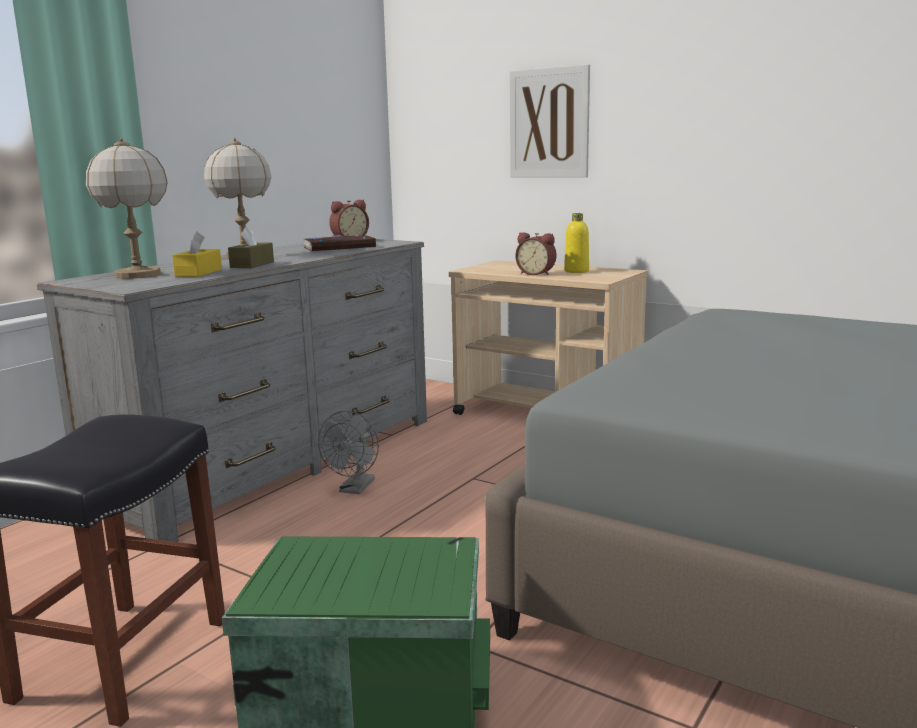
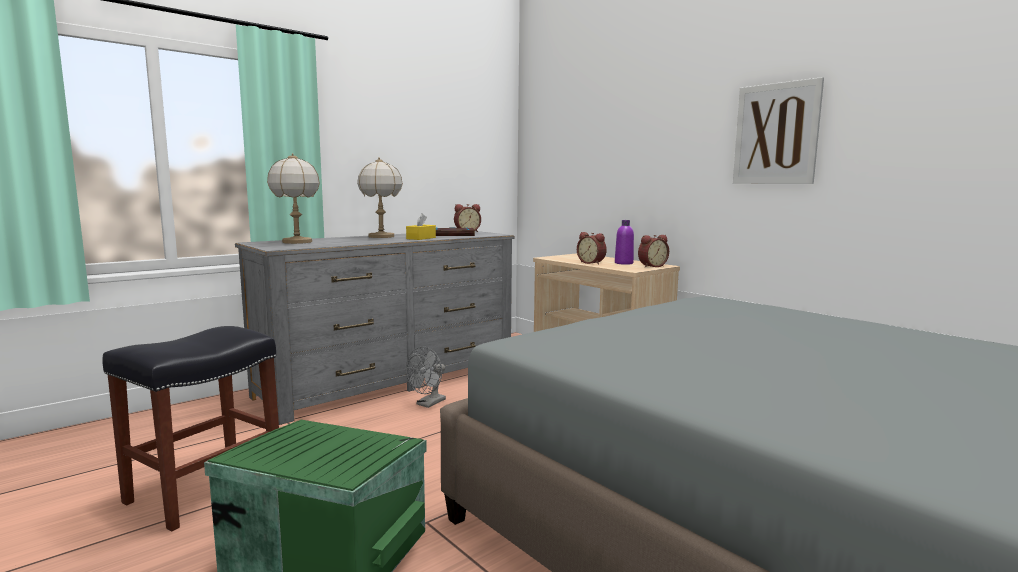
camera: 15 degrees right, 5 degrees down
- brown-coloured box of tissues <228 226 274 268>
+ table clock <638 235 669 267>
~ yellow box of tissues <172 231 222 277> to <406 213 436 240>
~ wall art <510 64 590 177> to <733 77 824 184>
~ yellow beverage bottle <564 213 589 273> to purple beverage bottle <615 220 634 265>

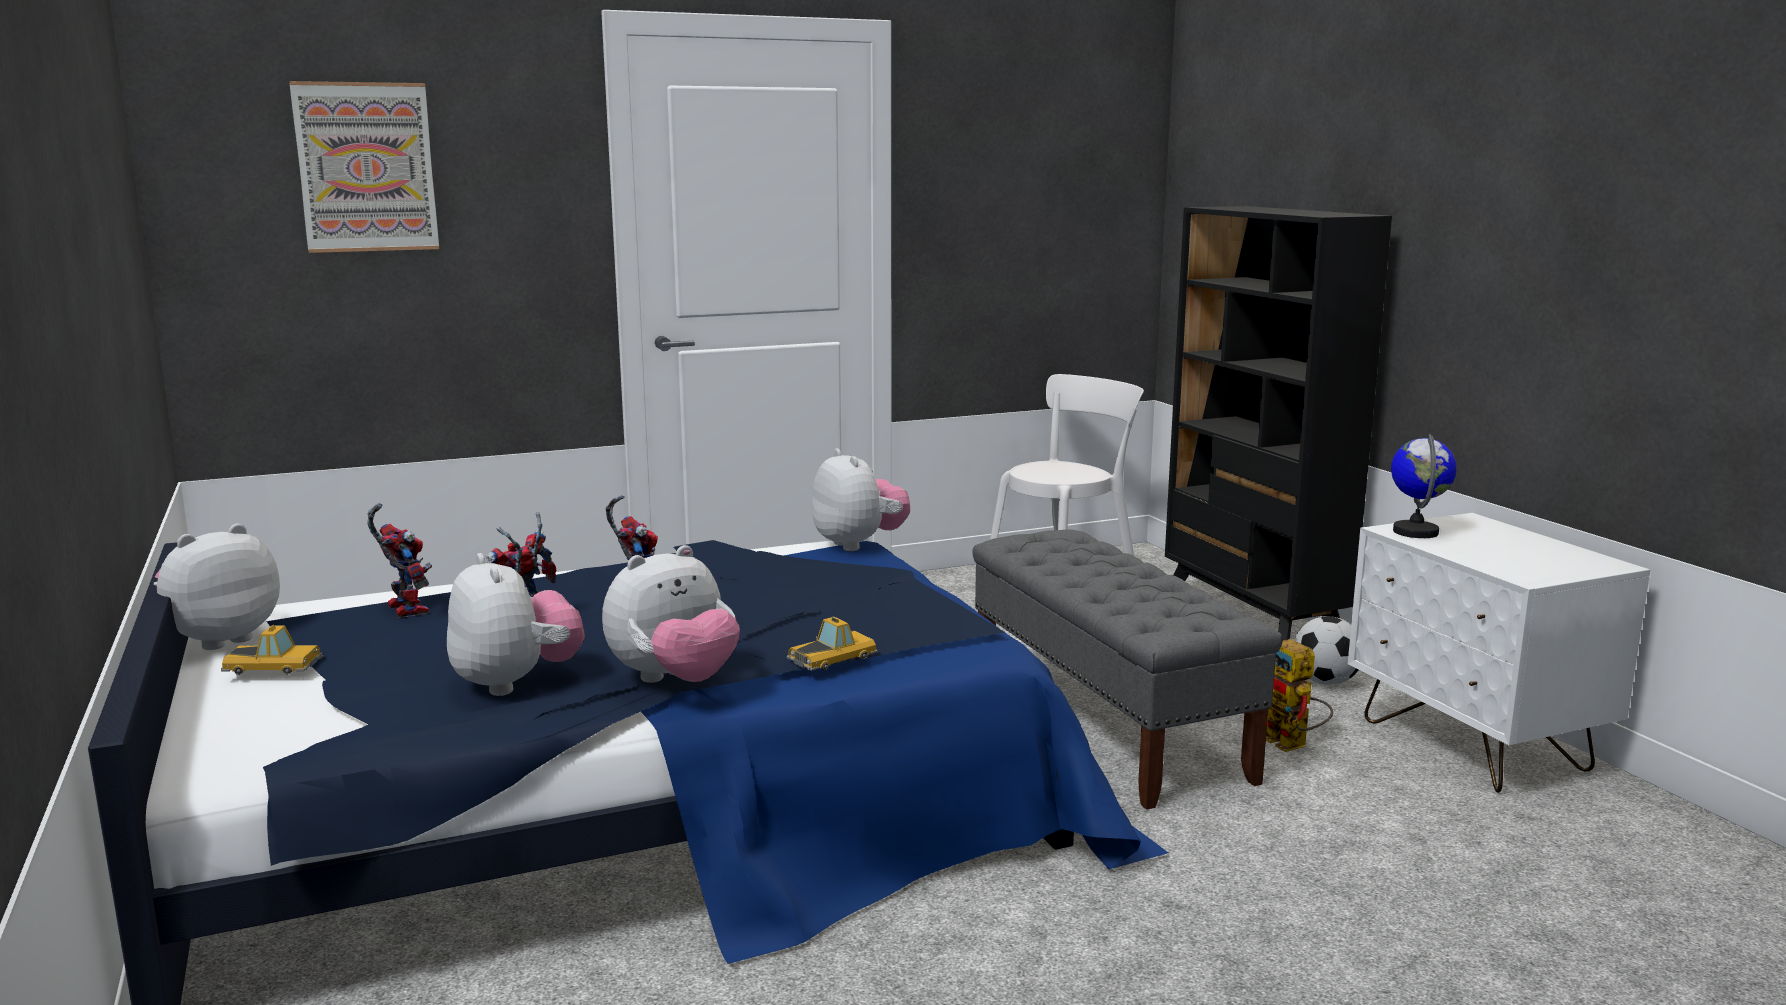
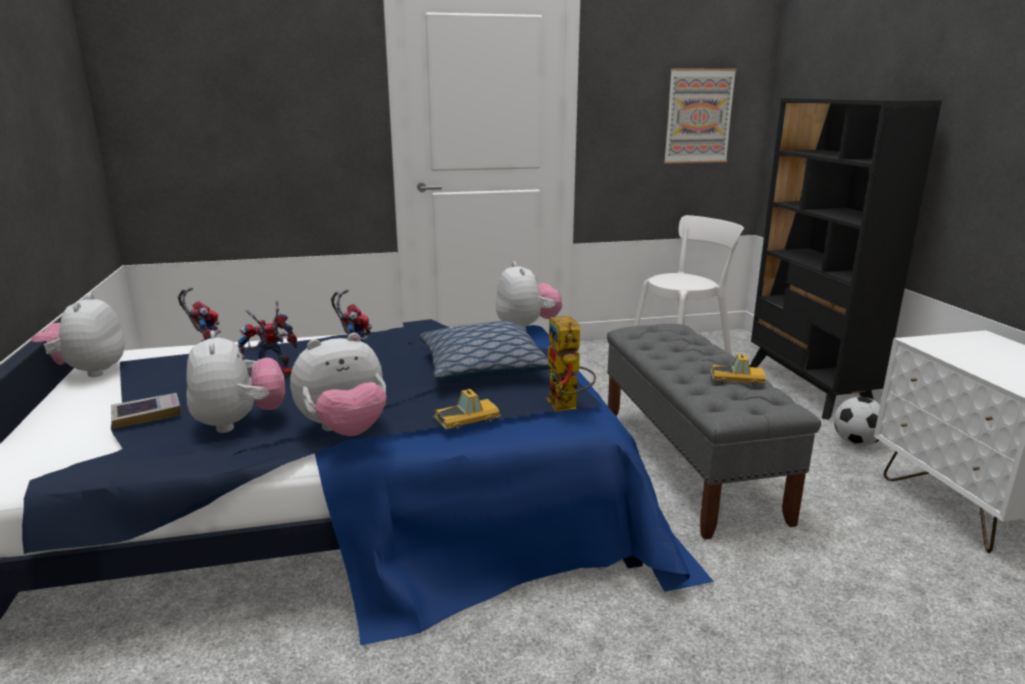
camera: 10 degrees right, 5 degrees up
- world globe <1391 434 1457 538>
+ book <111 393 181 429>
+ pillow <420 321 551 380>
~ model car <221 625 323 675> to <710 354 767 385>
~ wall art <290 81 439 253> to <664 68 737 164>
~ robot figure <1266 639 1333 752> to <546 316 596 412>
~ soft toy <154 524 280 650> = <31 293 125 377> 60 degrees counterclockwise

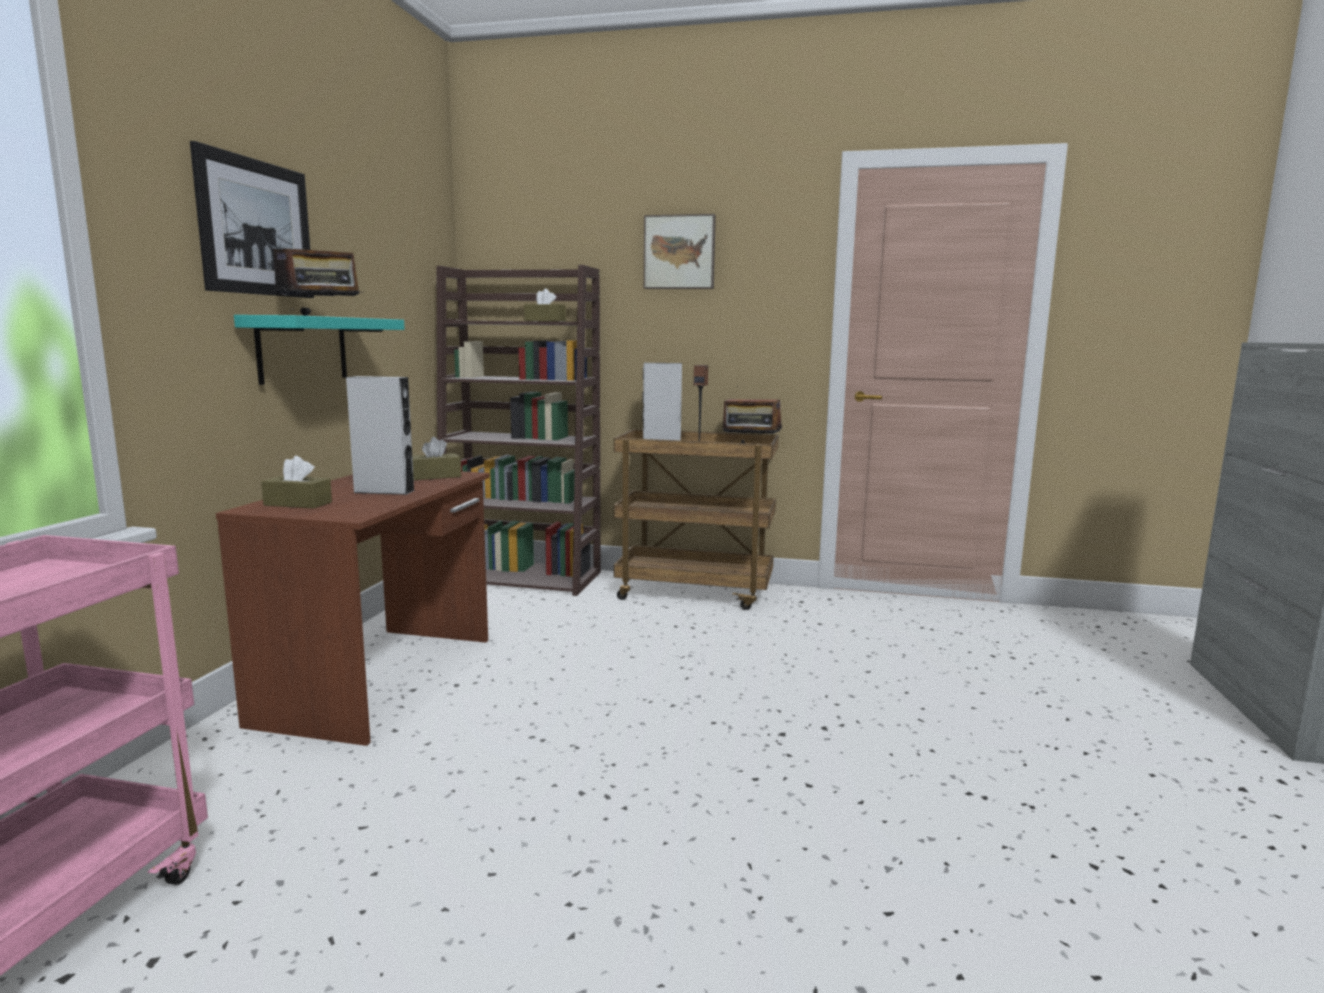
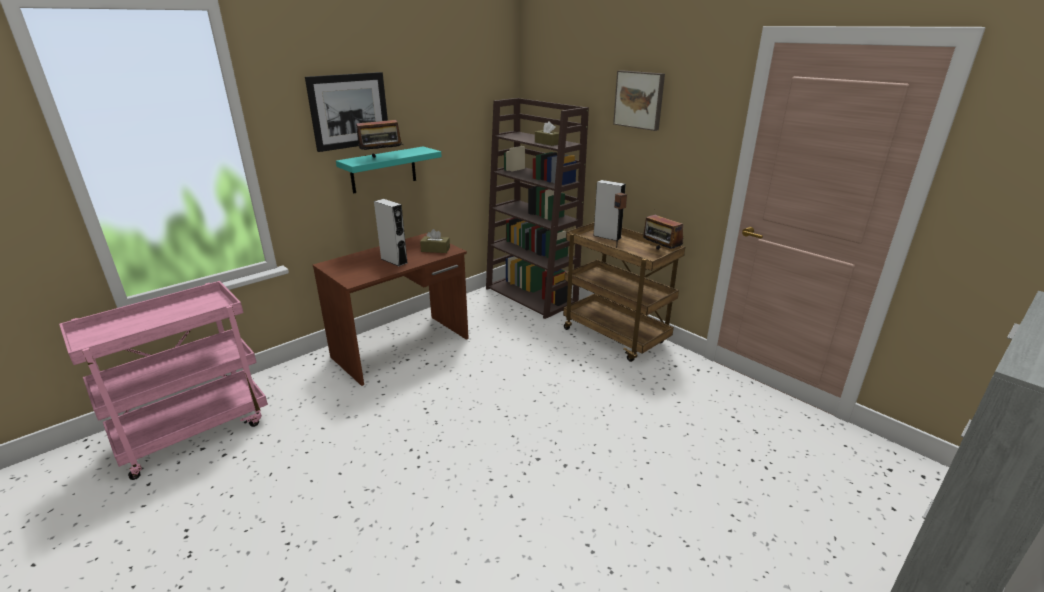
camera: 35 degrees right, 15 degrees up
- brown-coloured box of tissues <261 456 332 508>

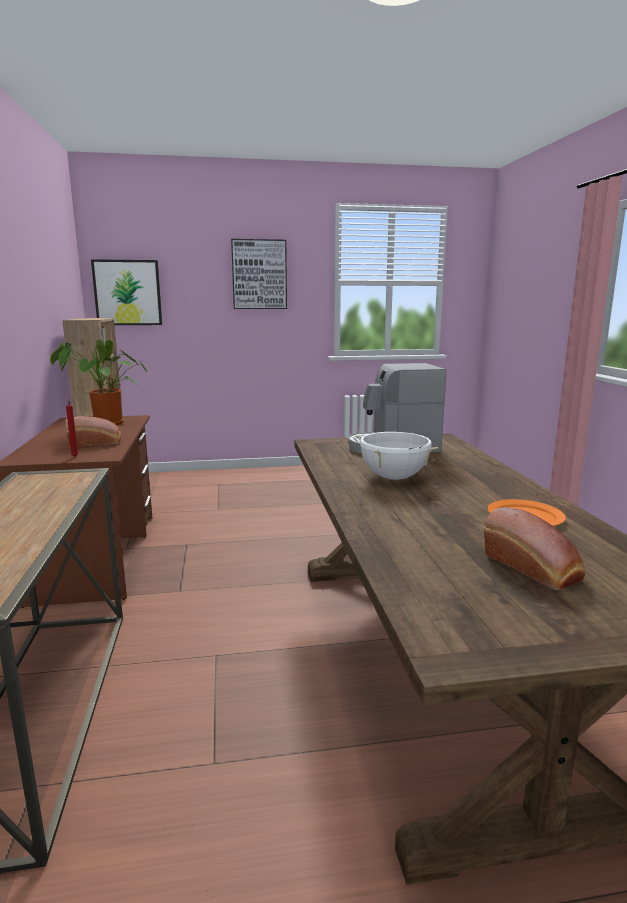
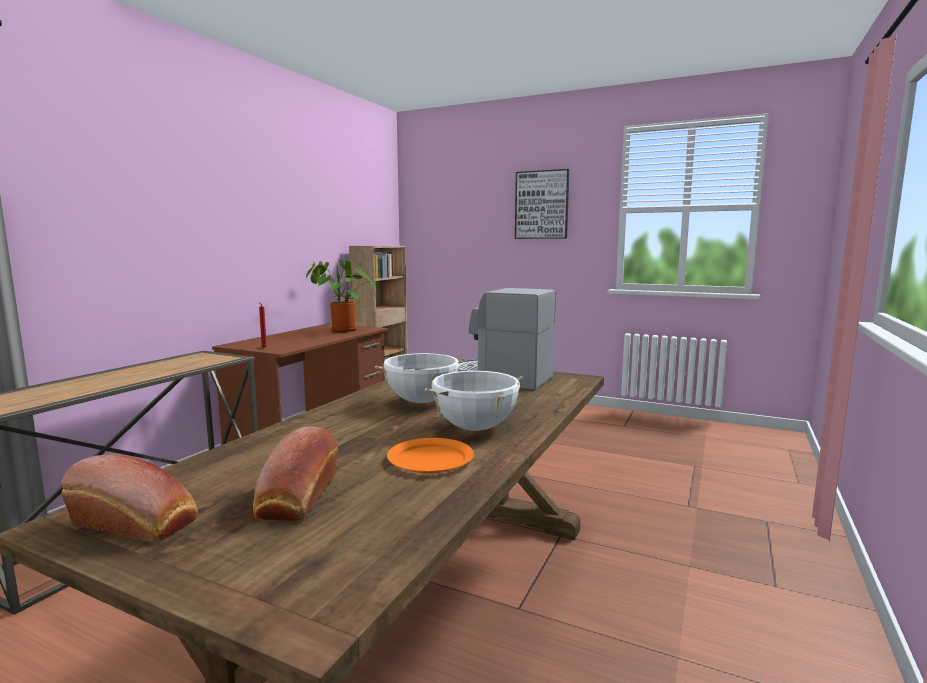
camera: 35 degrees right, 5 degrees down
- wall art <91 259 162 325>
+ whitish cooking pot <425 371 523 431>
~ baked bread <65 416 121 447> to <61 454 198 543>

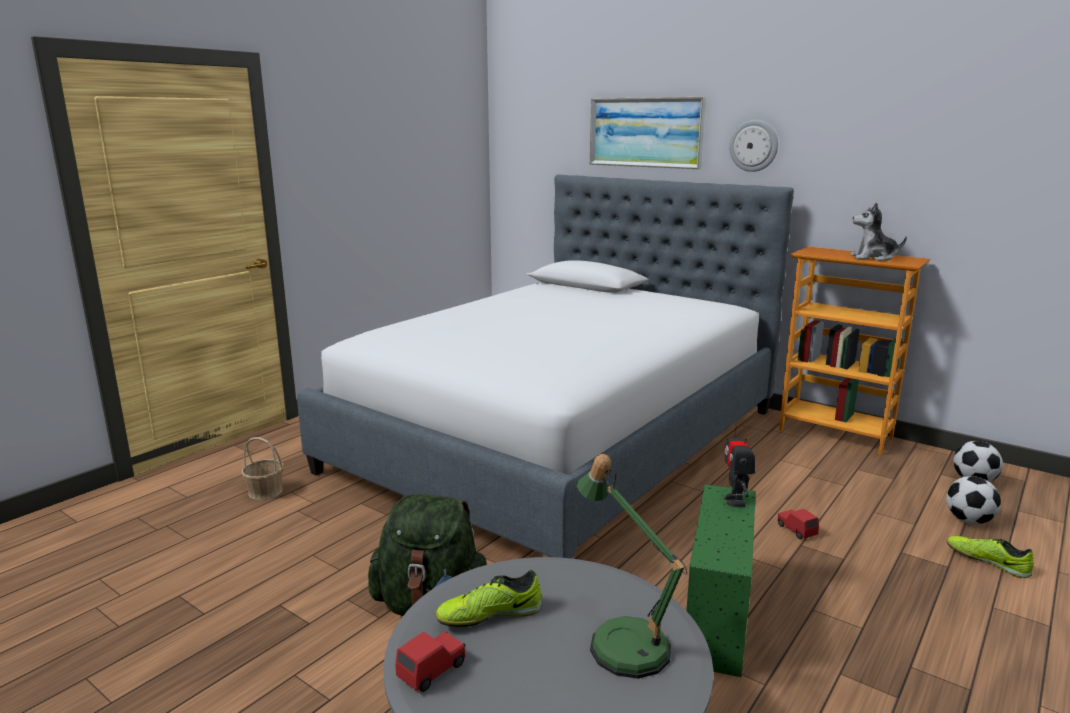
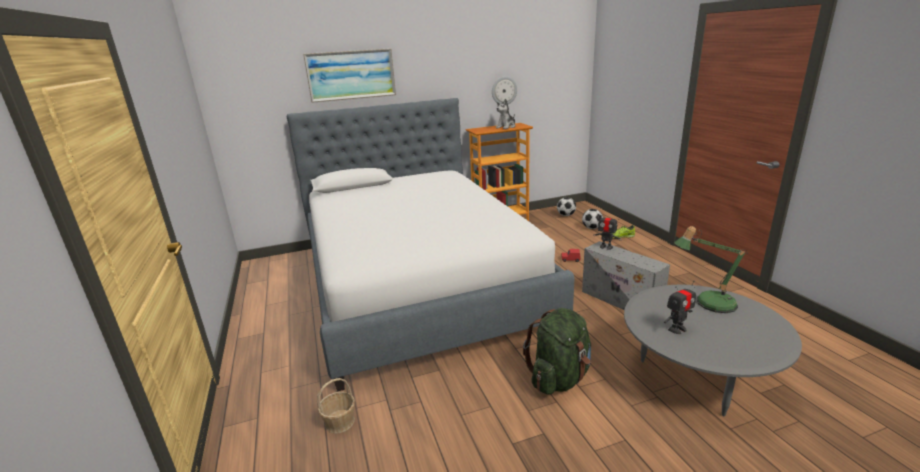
camera: 55 degrees left, 5 degrees up
- reddish model car <395 632 465 692>
~ wall clock <729 120 778 172> to <492 76 517 104>
~ shoe <435 570 541 627> to robot figure <664 281 696 334>
~ greenish storage box <686 484 756 677> to greyish storage box <582 241 670 310>

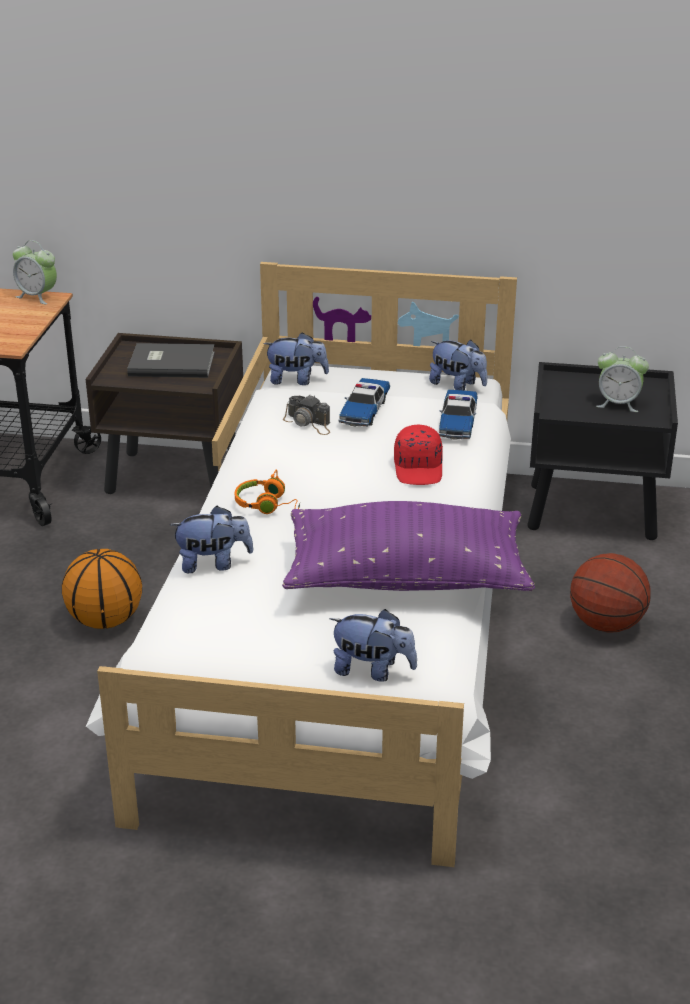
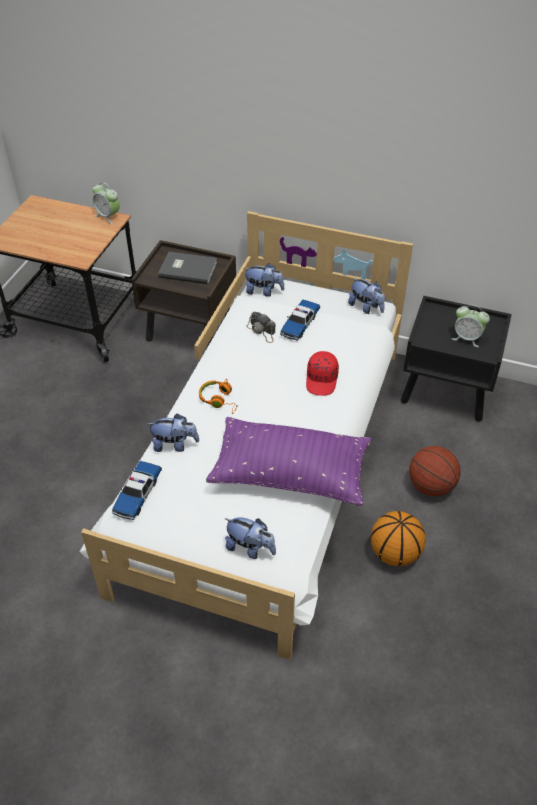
camera: 10 degrees right, 15 degrees up
~ basketball ball <62 549 142 629> to <371 511 426 567>
~ model car <439 390 478 440> to <112 461 162 520>

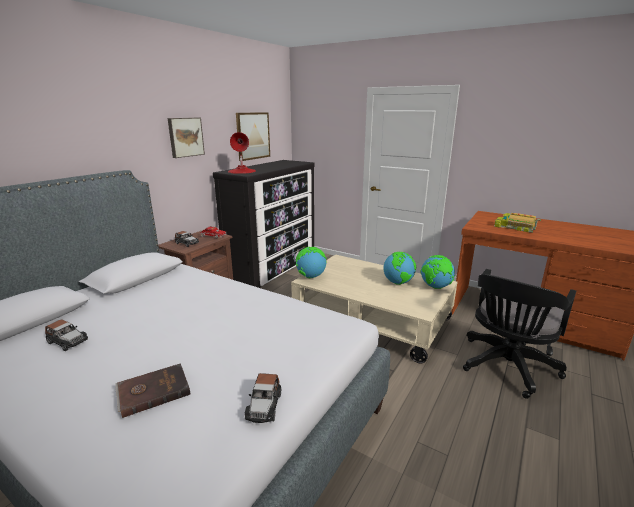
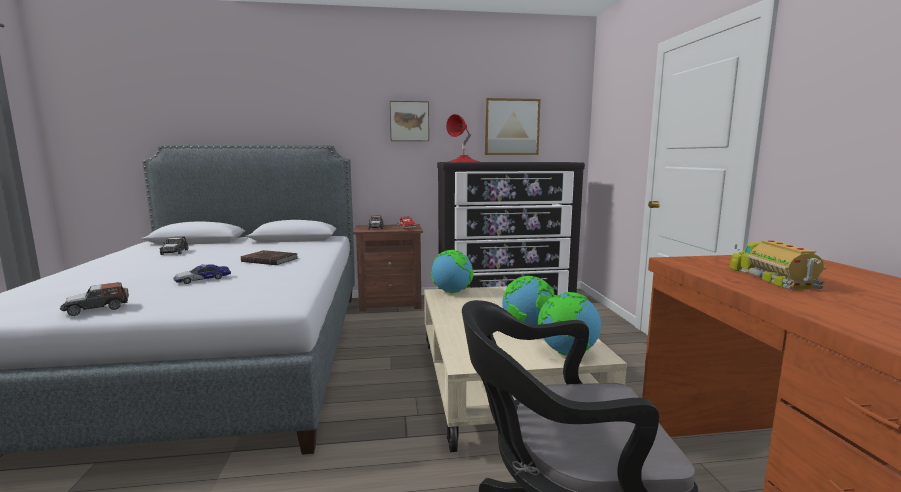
camera: 50 degrees right, 10 degrees down
+ model car <173 264 231 284>
~ brown-coloured book <115 363 191 418> to <241 250 298 265>

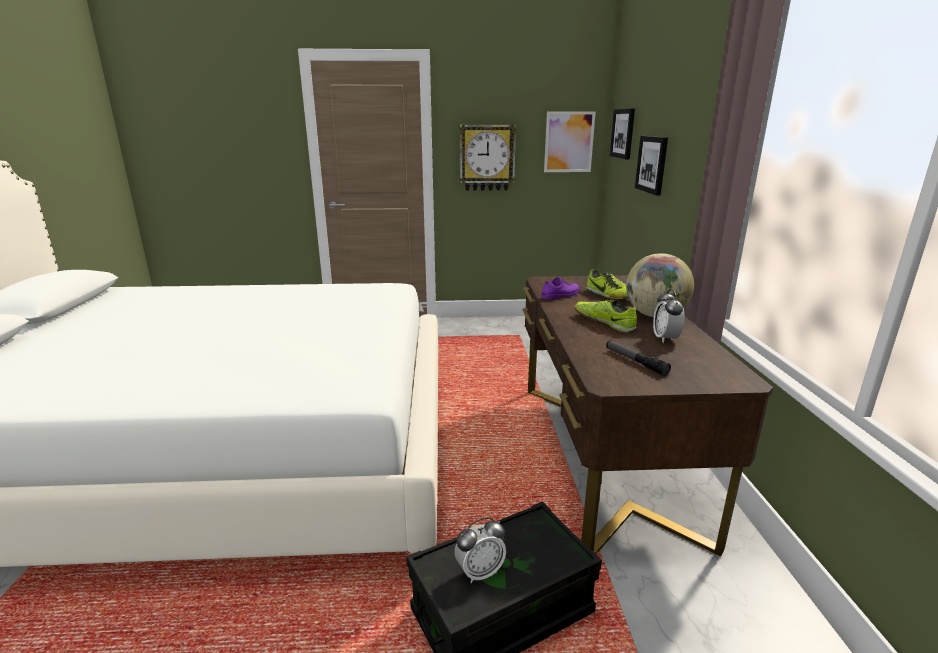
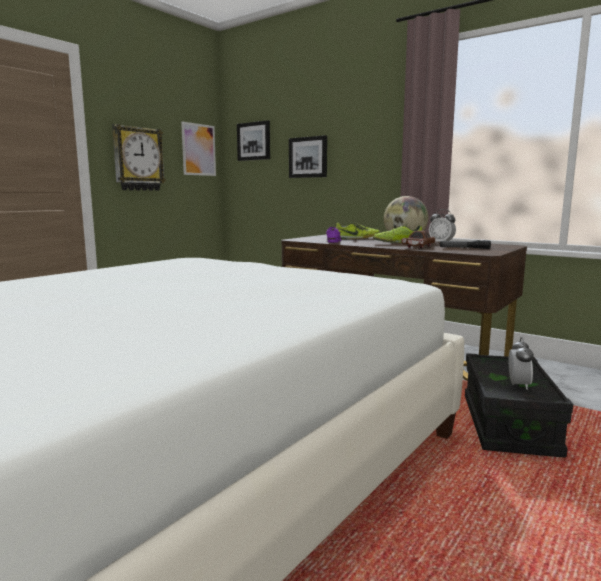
camera: 50 degrees left, 10 degrees down
+ brown-coloured model car <401 230 435 249>

